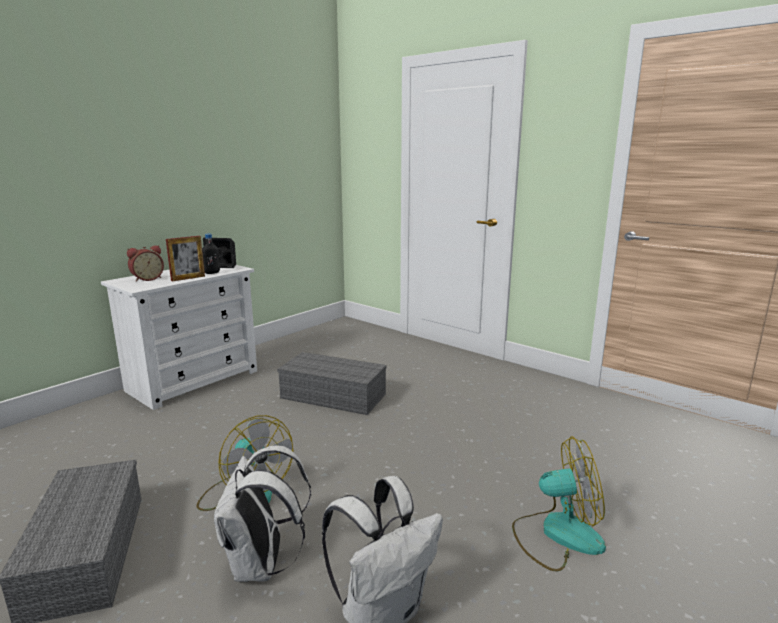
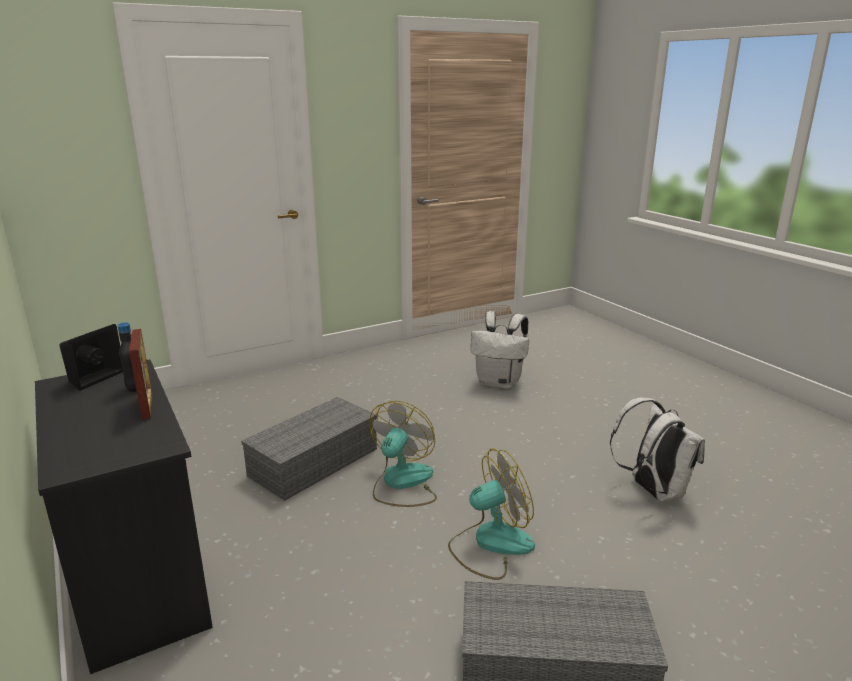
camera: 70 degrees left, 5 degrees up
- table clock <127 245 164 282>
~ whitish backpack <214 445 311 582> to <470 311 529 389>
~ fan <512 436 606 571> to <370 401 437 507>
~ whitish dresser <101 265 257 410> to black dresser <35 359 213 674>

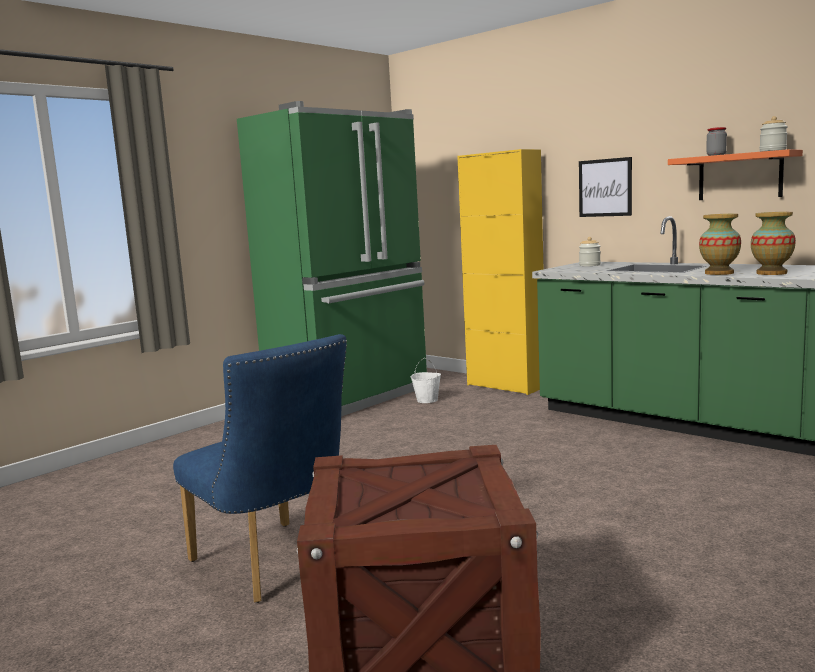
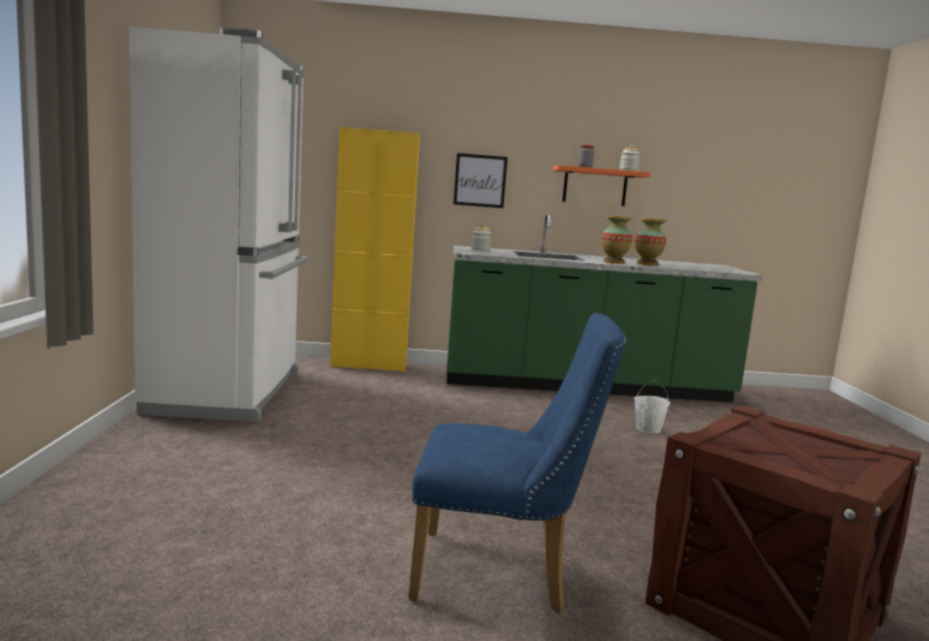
camera: 45 degrees left, 0 degrees up
~ whitish pail <411 358 441 403> to <634 380 670 434>
~ greenish fridge <237 101 427 416> to whitish fridge <129 27 308 422>

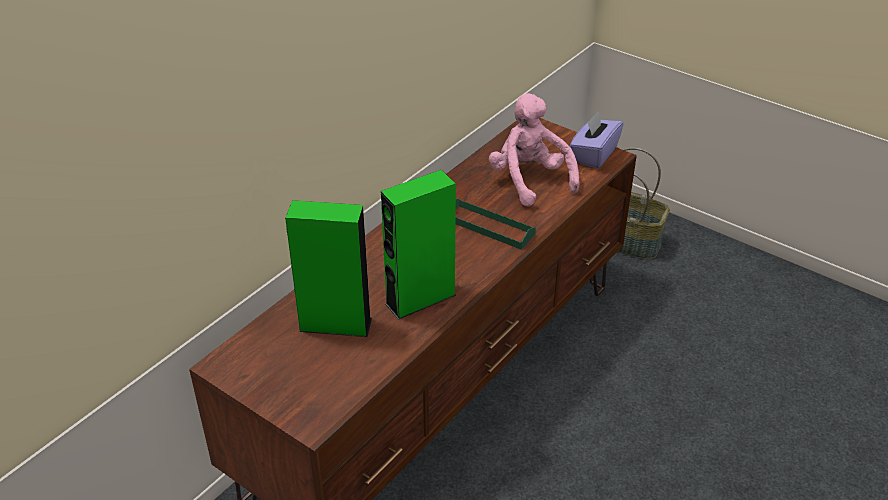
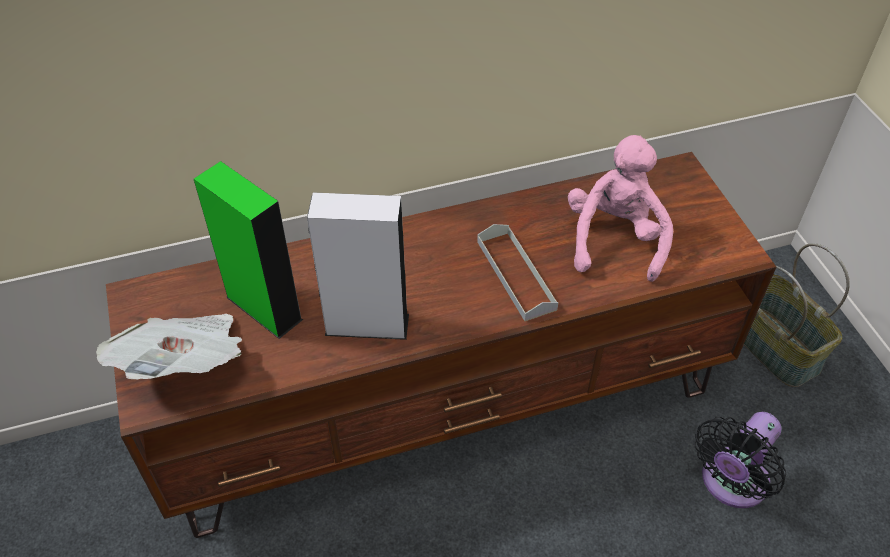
camera: 35 degrees right, 10 degrees up
- purple box of tissues <570 111 623 169>
+ newspaper <96 314 242 379>
+ black fan <695 412 786 508>
~ greenish speaker <381 170 456 320> to whitish speaker <307 192 409 340>
~ greenish tray <455 198 536 250> to greyish tray <477 224 558 321>

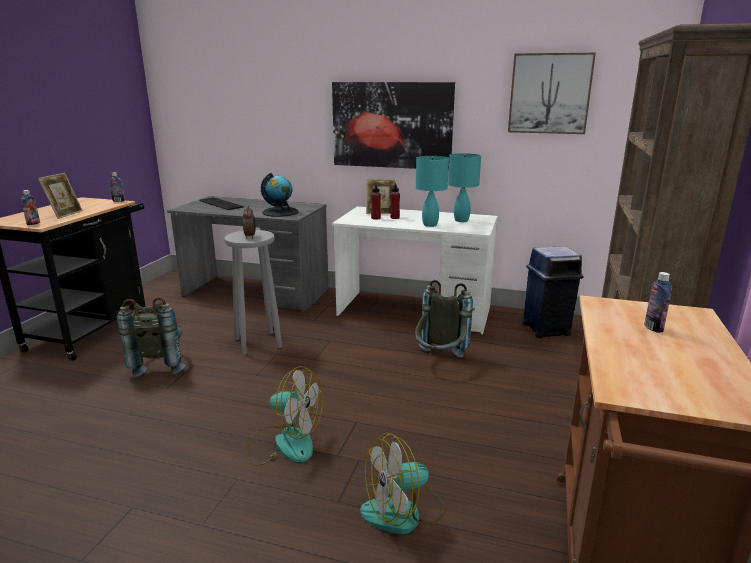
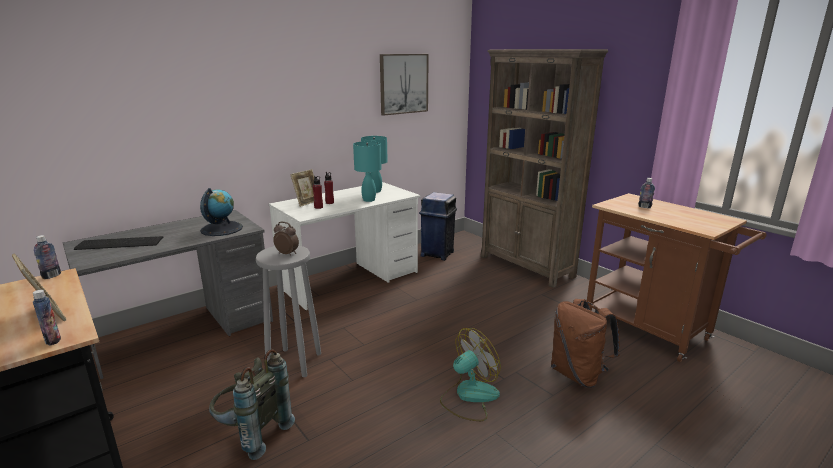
camera: 55 degrees left, 0 degrees up
- wall art <332 82 455 170>
- greyish backpack <415 280 473 357>
~ fan <360 433 446 534> to brown-coloured backpack <551 299 620 388>

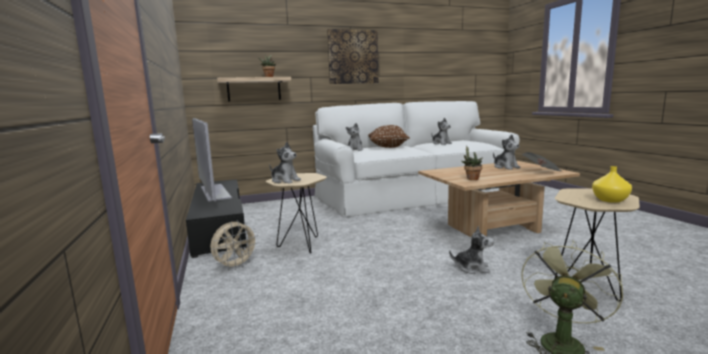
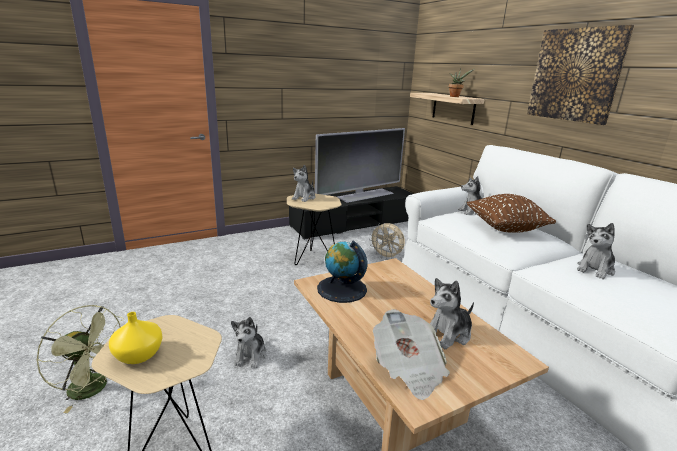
camera: 80 degrees right, 10 degrees up
~ sand-coloured fan <210 221 259 270> to <369 223 405 260>
~ houseplant <461 145 483 180> to world globe <317 241 367 303>

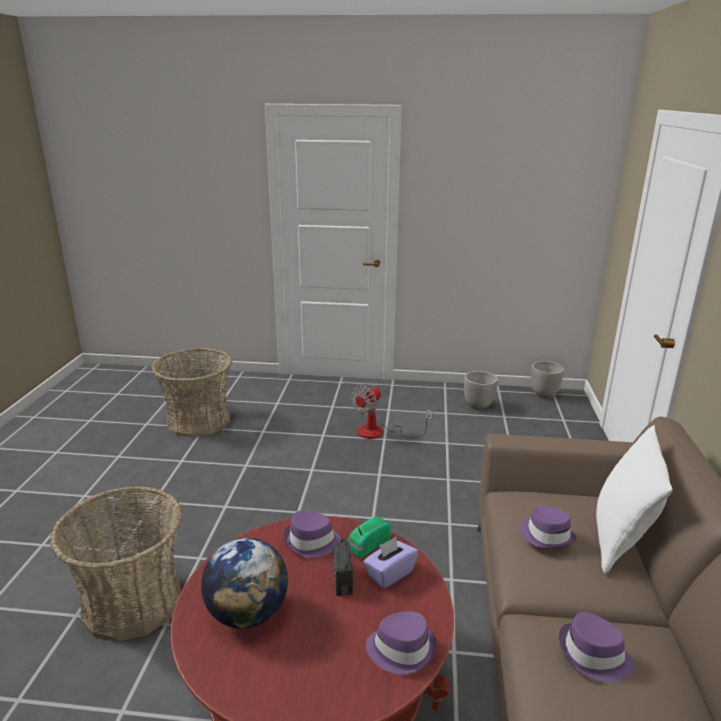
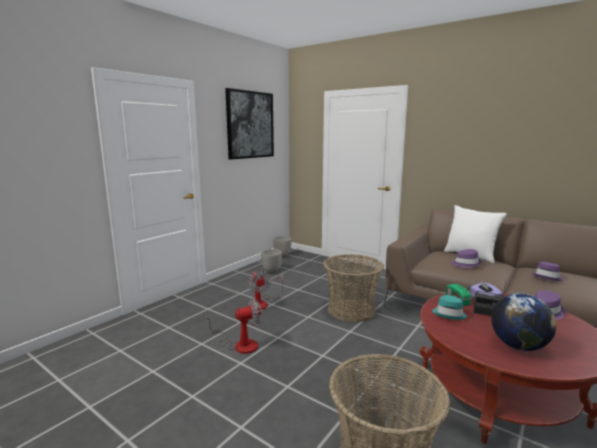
camera: 60 degrees left, 10 degrees down
+ fan <204 297 262 354>
+ wall art <225 88 274 160>
~ storage basket <151 348 232 437> to <323 254 384 322>
~ purple clothing hat <284 510 341 557> to blue-green clothing hat <432 295 467 320>

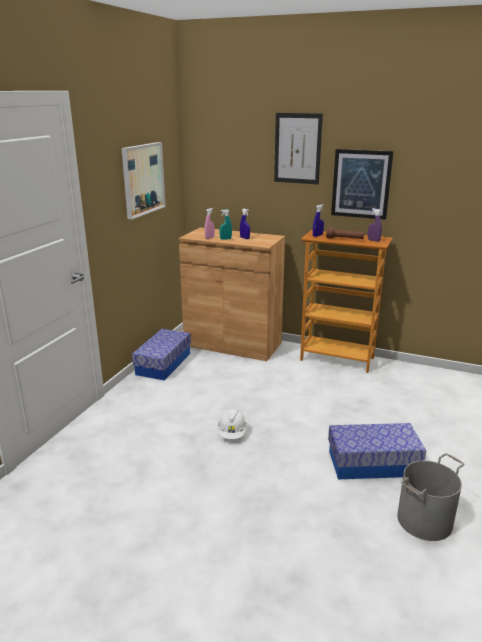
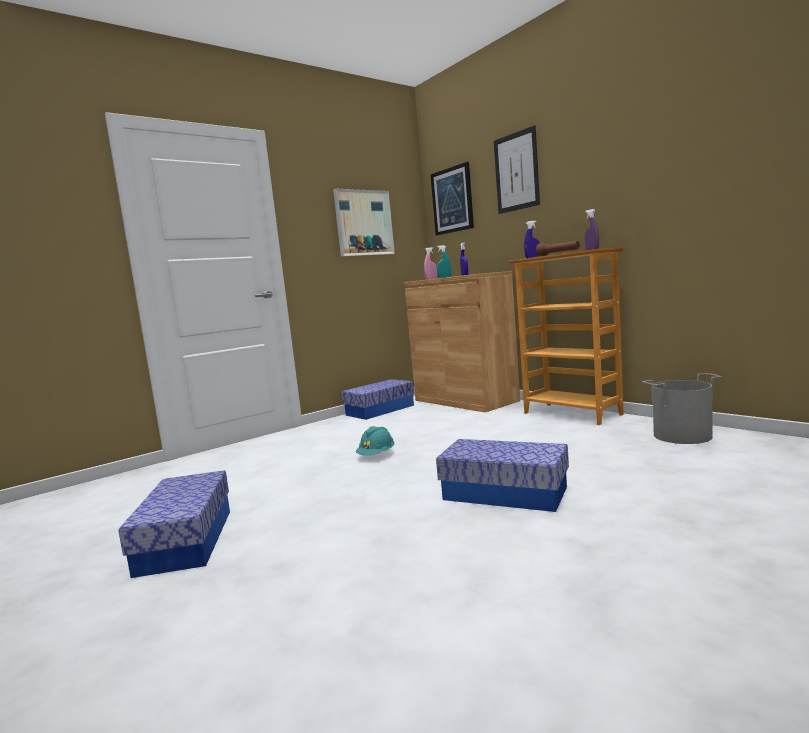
camera: 30 degrees right, 15 degrees down
+ storage box <118 470 230 578>
~ wall art <331 149 394 220> to <431 162 474 236>
~ greyish pail <397 453 465 541> to <642 373 722 444>
~ whitish hard hat <217 409 247 439> to blue-green hard hat <356 426 395 455>

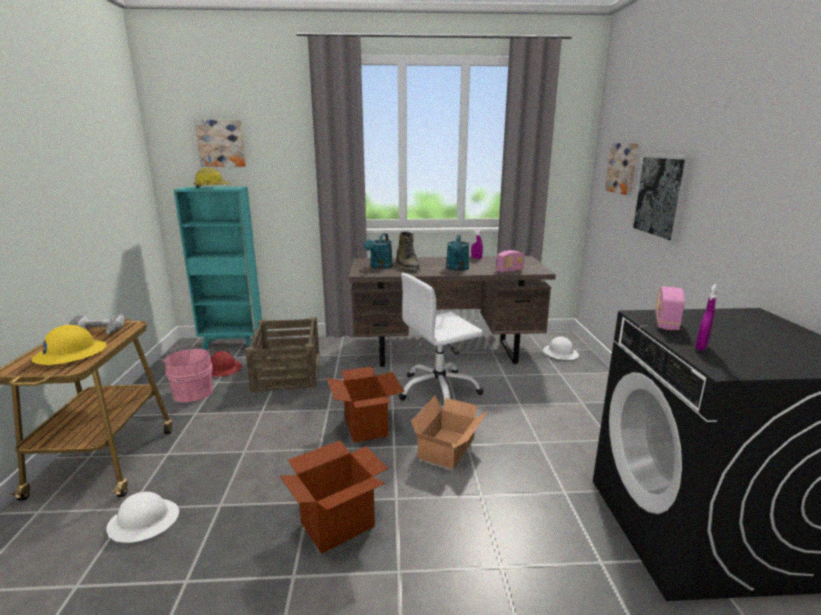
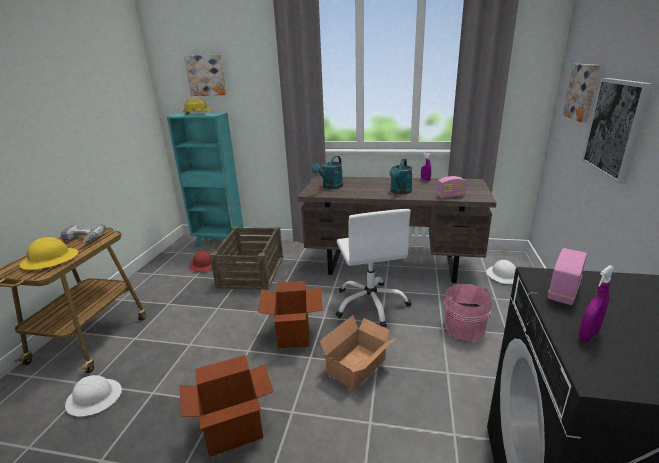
camera: 15 degrees right, 5 degrees up
- greenish tall boot <396 232 420 270>
~ pinkish pail <161 349 213 402> to <440 284 492 341>
~ whitish computer chair <399 273 483 402> = <336 209 411 327> 90 degrees counterclockwise

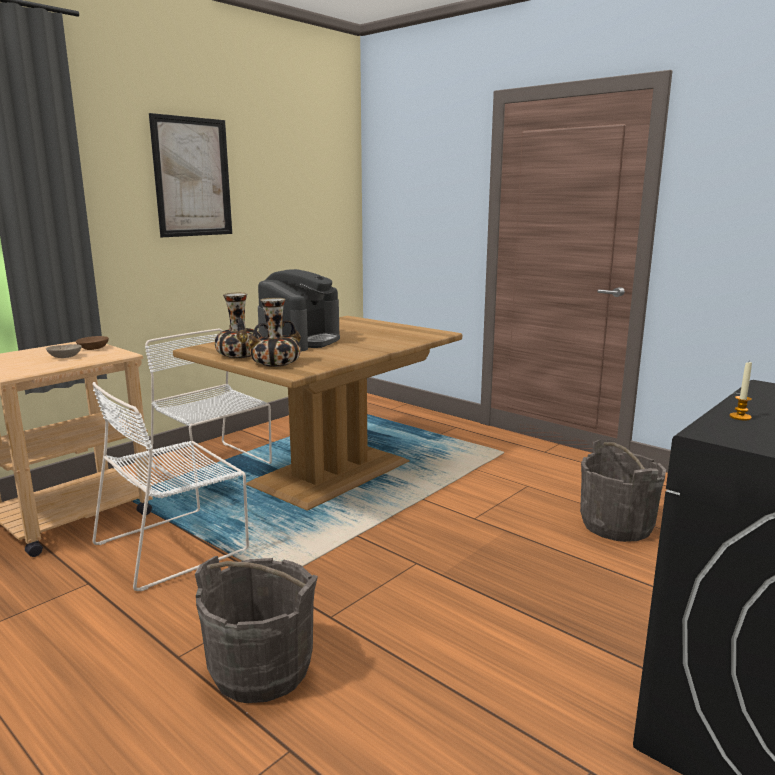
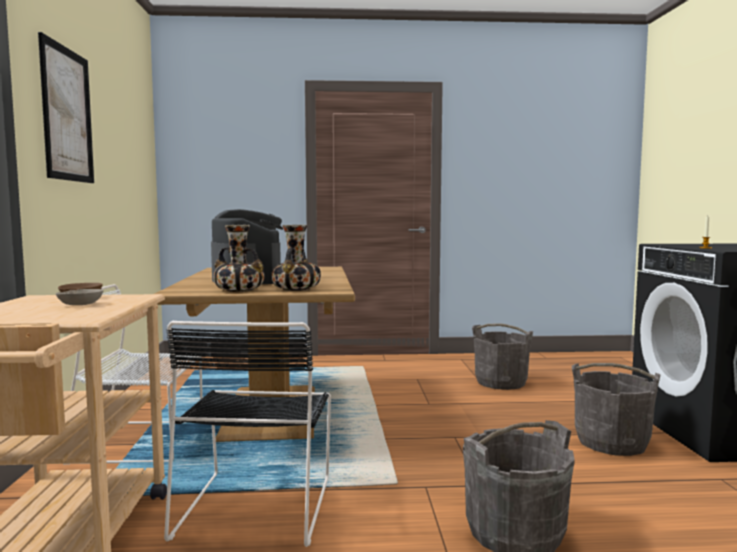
camera: 45 degrees left, 10 degrees down
+ greyish pail <572 363 660 456>
~ whitish plain chair <92 382 249 591> to black plain chair <164 321 331 547>

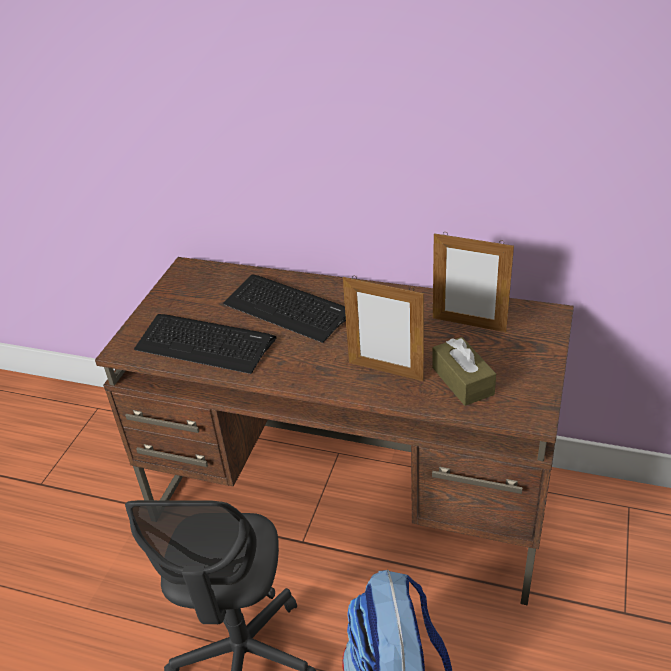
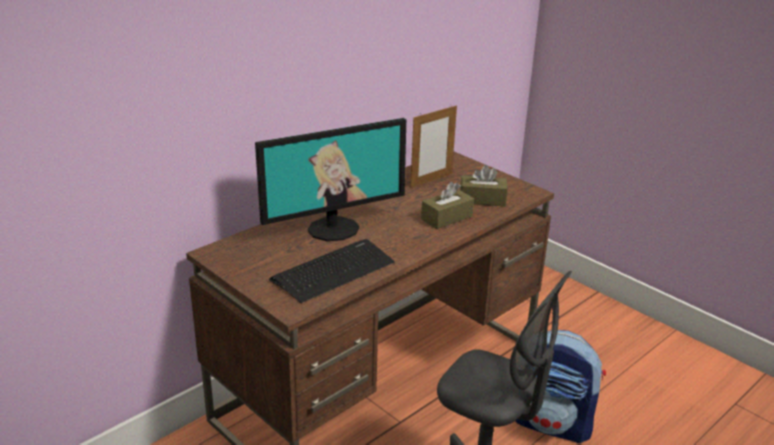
camera: 65 degrees left, 10 degrees down
~ PC keyboard <223 274 346 343> to monitor <255 118 406 241>
~ picture frame <343 277 424 381> to brown-coloured box of tissues <421 182 474 229>

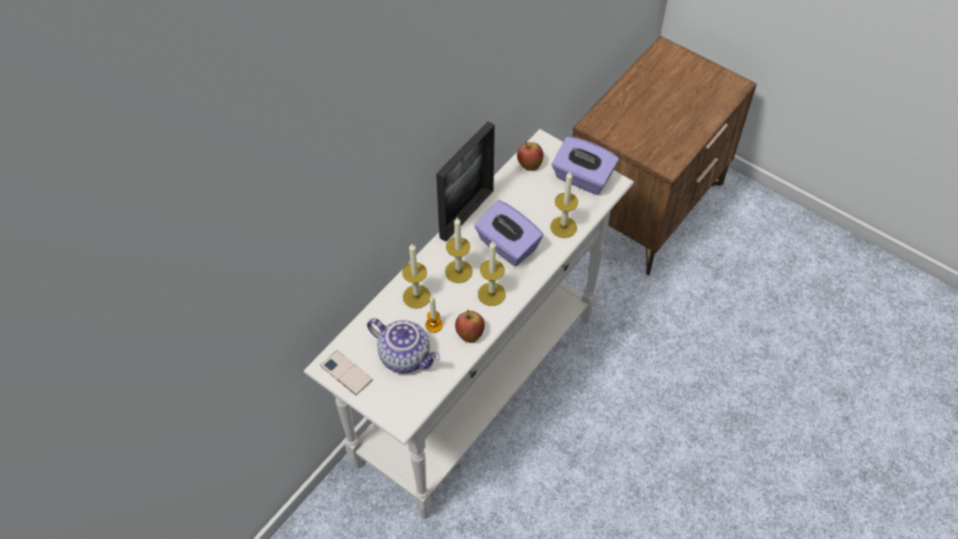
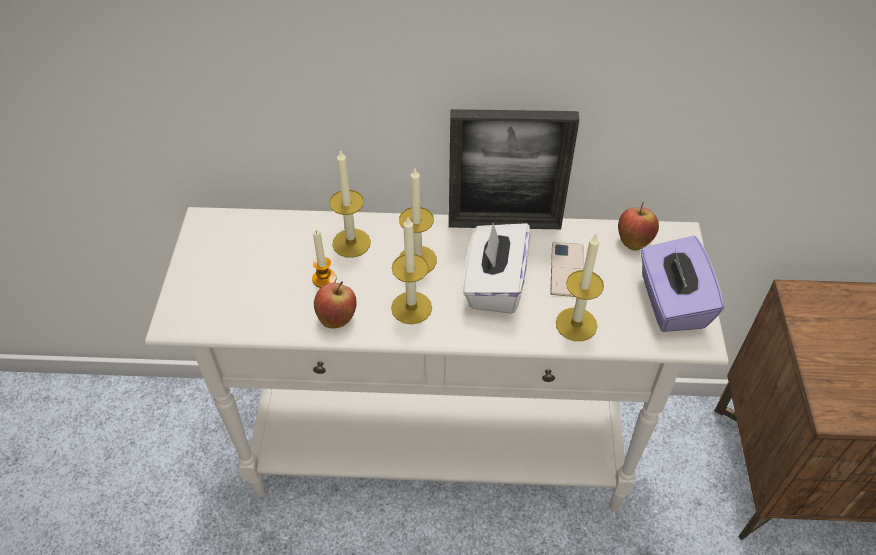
camera: 55 degrees right, 5 degrees down
- teapot <367 318 440 373>
~ telephone <320 350 373 395> to <550 242 584 297>
~ purple box of tissues <474 200 543 266> to whitish box of tissues <463 223 530 314>

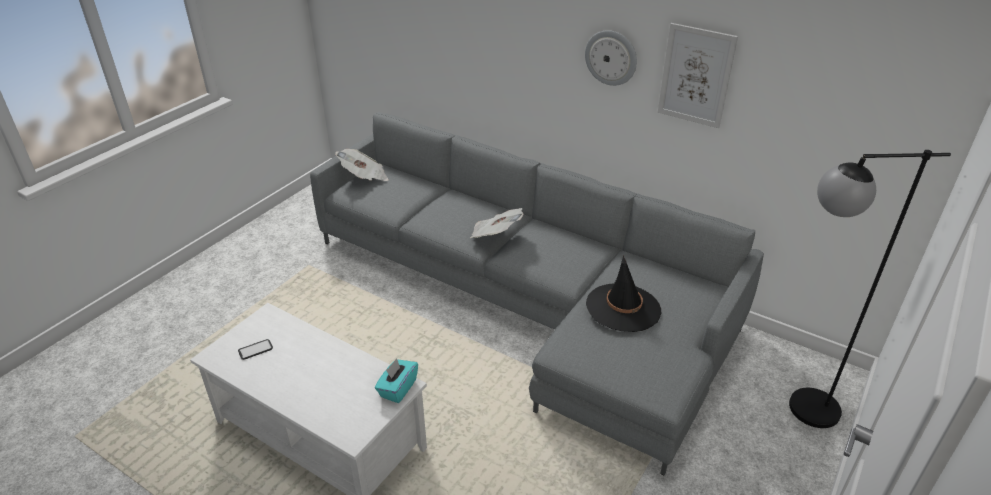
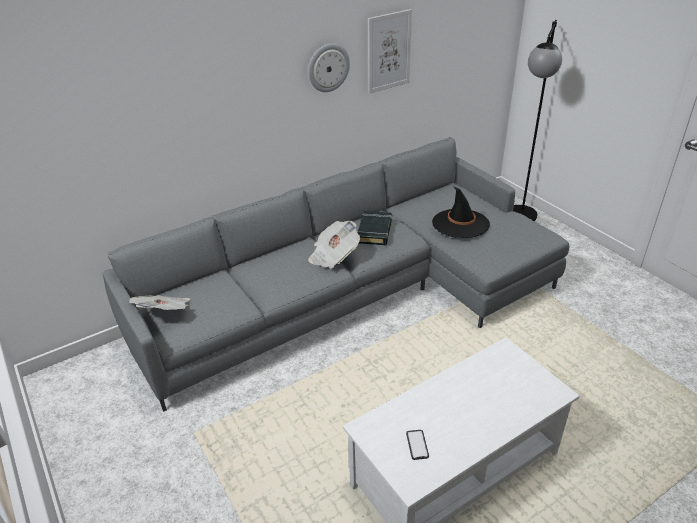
camera: 65 degrees left, 0 degrees up
- blue-green box of tissues <375 358 418 403>
+ black book <358 211 392 245>

